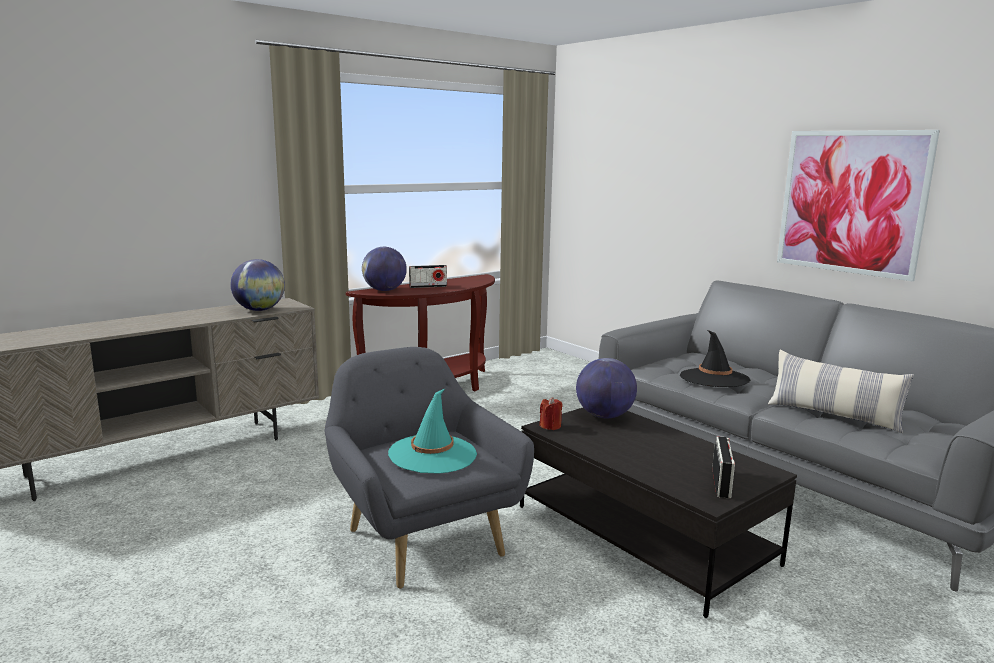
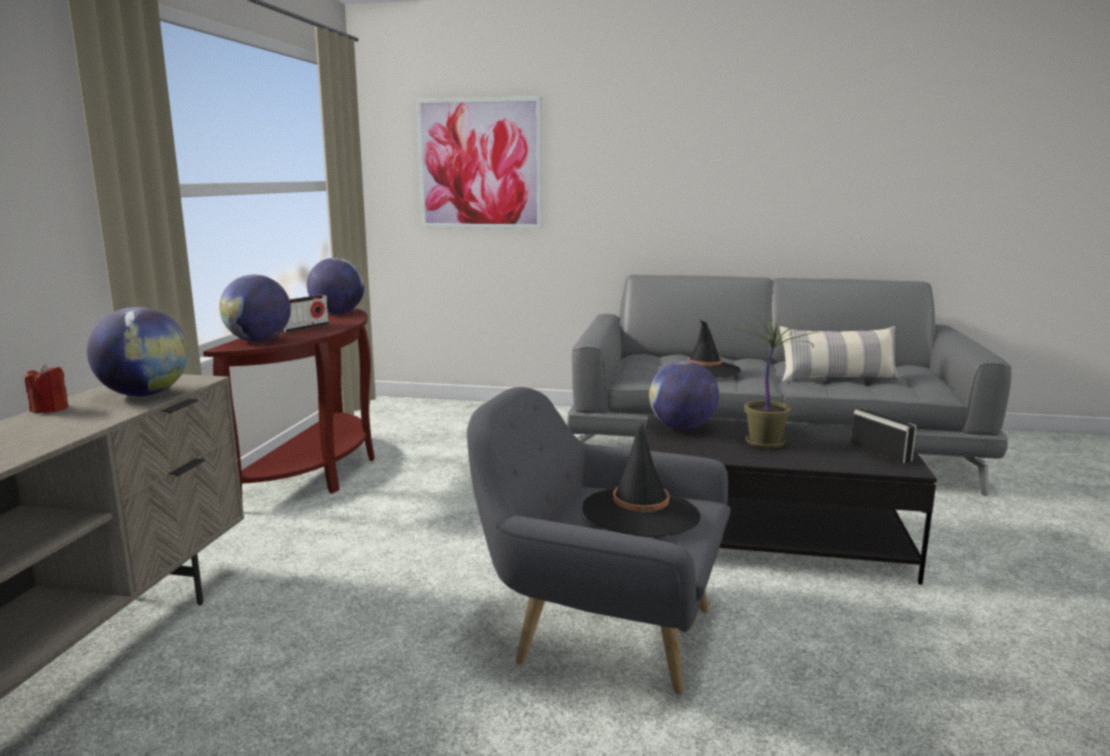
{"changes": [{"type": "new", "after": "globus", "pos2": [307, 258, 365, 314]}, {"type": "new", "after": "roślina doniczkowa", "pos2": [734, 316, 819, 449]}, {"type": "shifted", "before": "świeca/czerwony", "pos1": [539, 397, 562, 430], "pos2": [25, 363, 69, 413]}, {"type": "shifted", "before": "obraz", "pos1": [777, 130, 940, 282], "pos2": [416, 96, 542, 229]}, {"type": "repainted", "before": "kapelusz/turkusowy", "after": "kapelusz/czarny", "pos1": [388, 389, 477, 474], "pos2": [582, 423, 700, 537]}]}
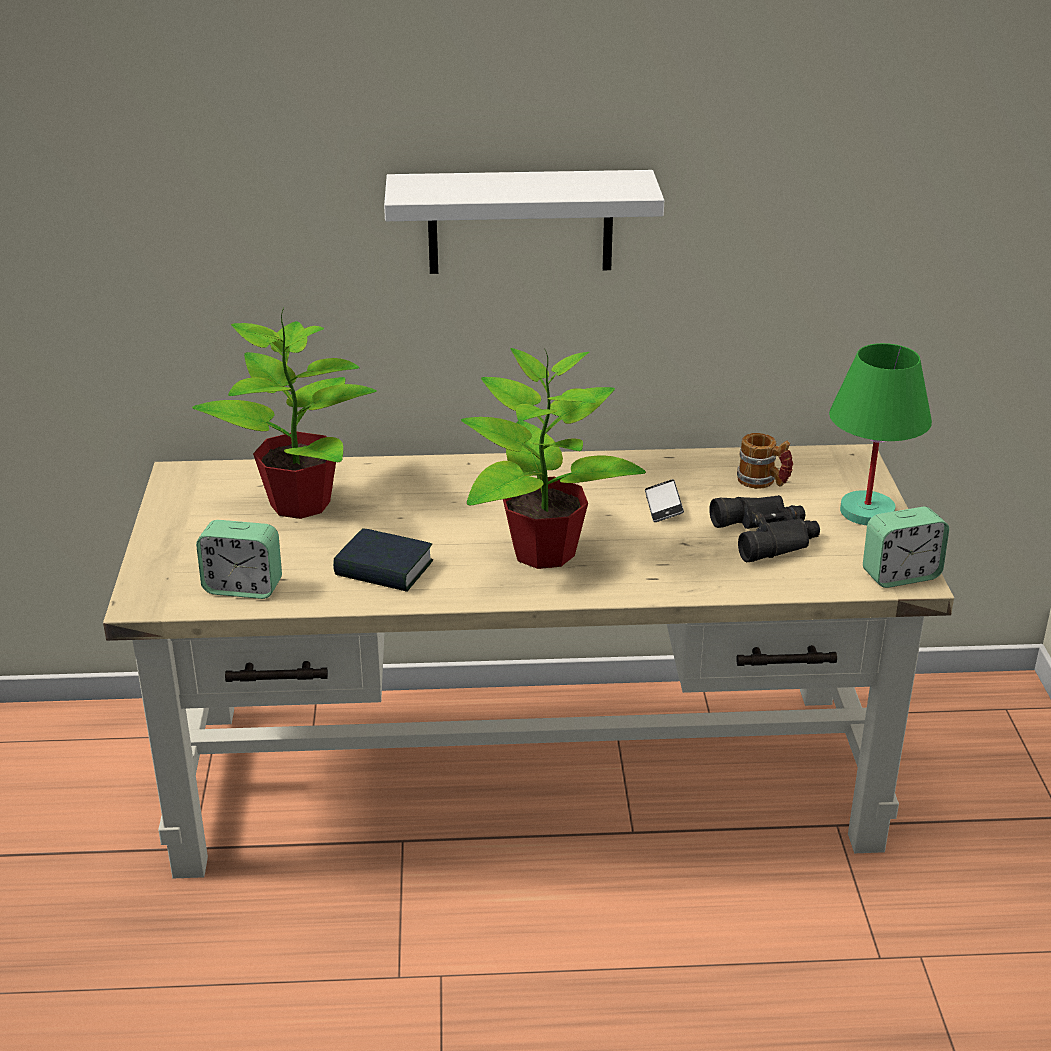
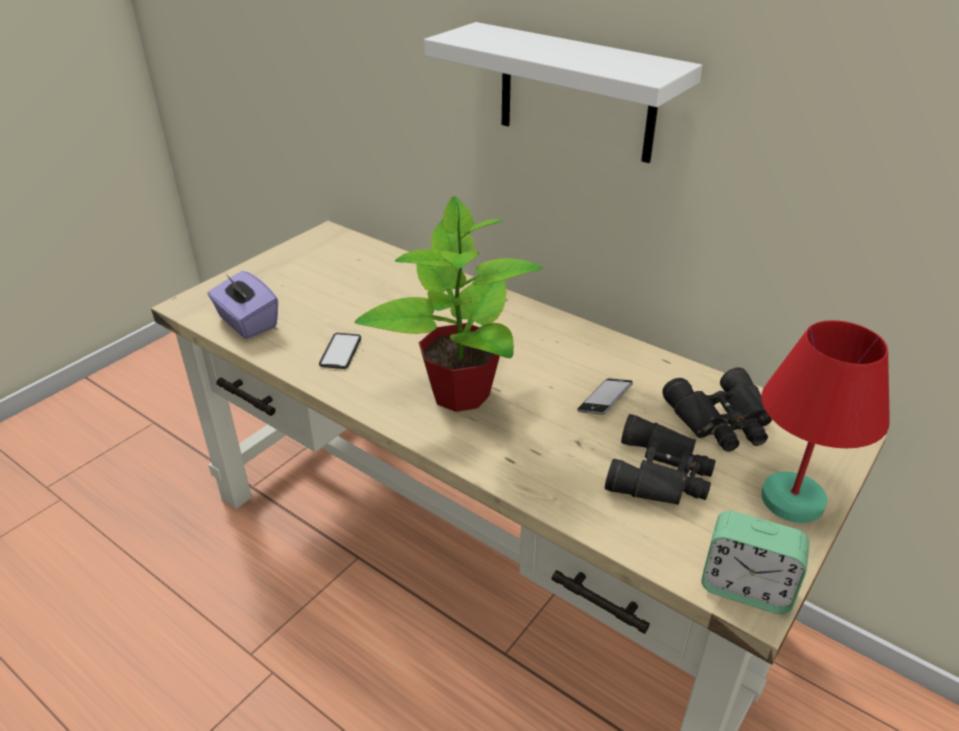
{"changes": [{"type": "gone", "before": "roślina doniczkowa", "pos1": [192, 308, 376, 519]}, {"type": "swapped", "before": "budzik", "after": "pudełko chusteczek/fioletowy", "pos1": [196, 520, 282, 599], "pos2": [207, 271, 278, 339]}, {"type": "swapped", "before": "książka", "after": "telefon", "pos1": [333, 528, 433, 592], "pos2": [319, 333, 361, 369]}, {"type": "swapped", "before": "kubek", "after": "lornetka/czarny", "pos1": [737, 433, 793, 489], "pos2": [662, 367, 772, 452]}, {"type": "repainted", "before": "lampa stołowa/zielony", "after": "lampa stołowa/czerwony", "pos1": [829, 343, 932, 525], "pos2": [761, 320, 890, 523]}]}
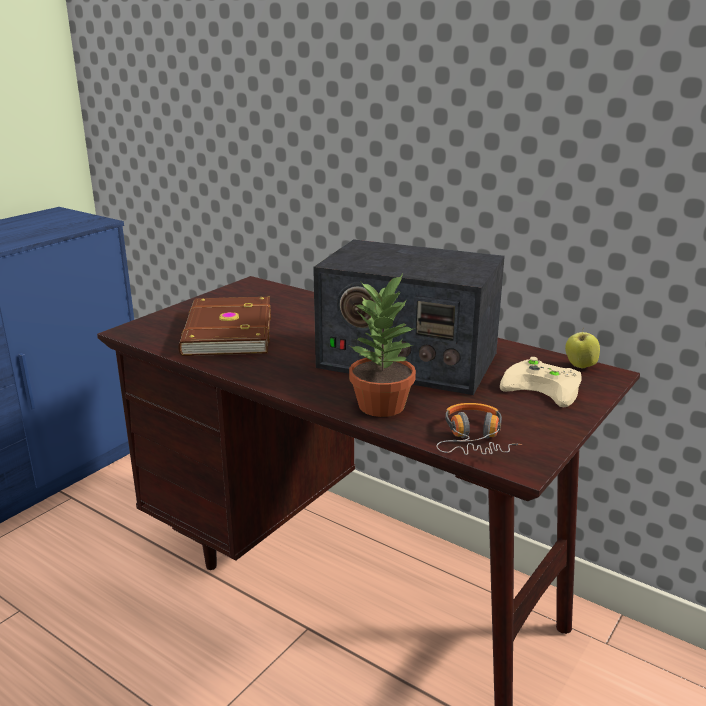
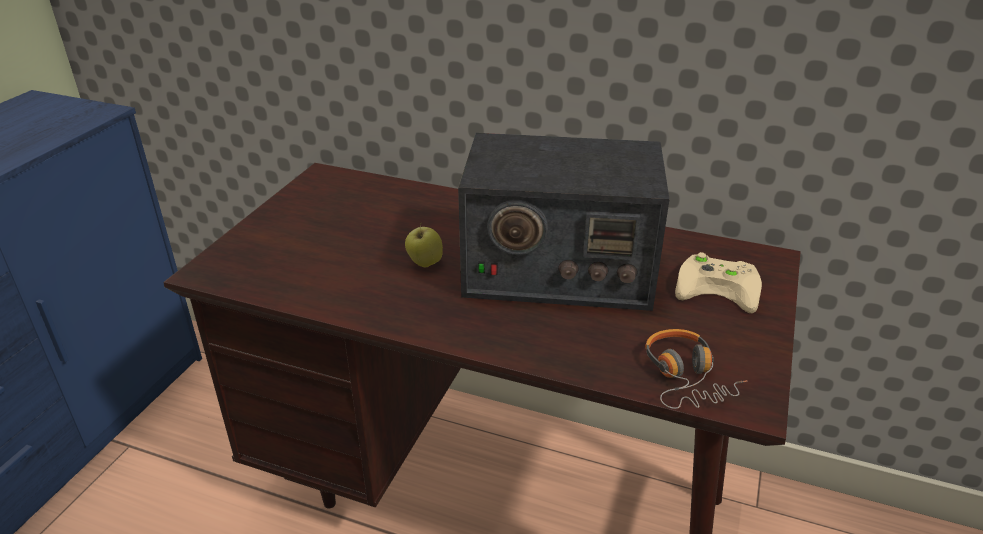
{"changes": [{"type": "gone", "before": "książka/brązowy", "pos1": [179, 297, 271, 356]}, {"type": "gone", "before": "roślina doniczkowa", "pos1": [349, 274, 416, 417]}, {"type": "shifted", "before": "jabłko", "pos1": [565, 327, 600, 368], "pos2": [405, 224, 443, 267]}]}
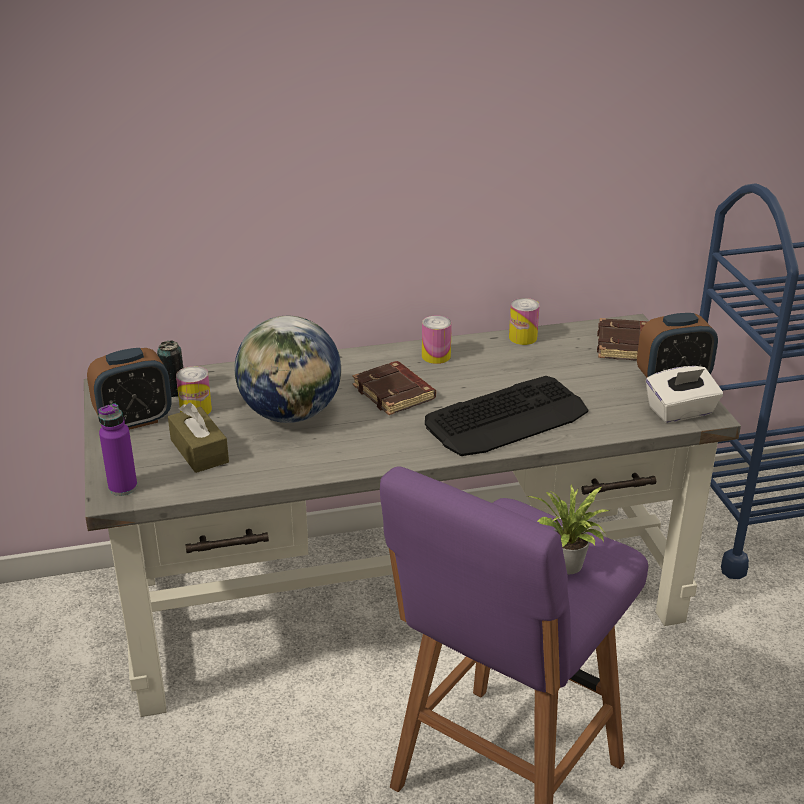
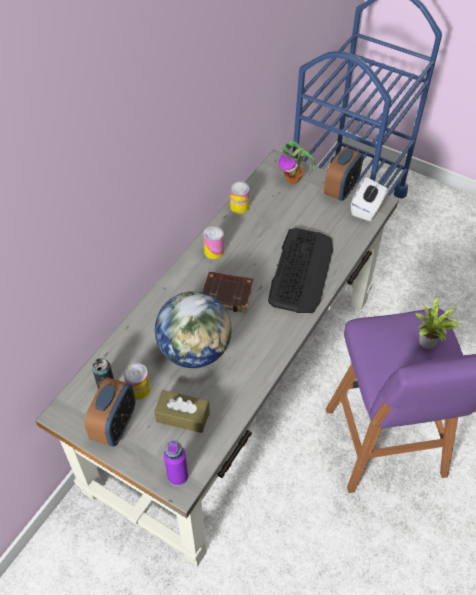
{"changes": [{"type": "swapped", "before": "książka/brązowy", "after": "roślina doniczkowa", "pos1": [597, 318, 647, 361], "pos2": [278, 141, 315, 184]}]}
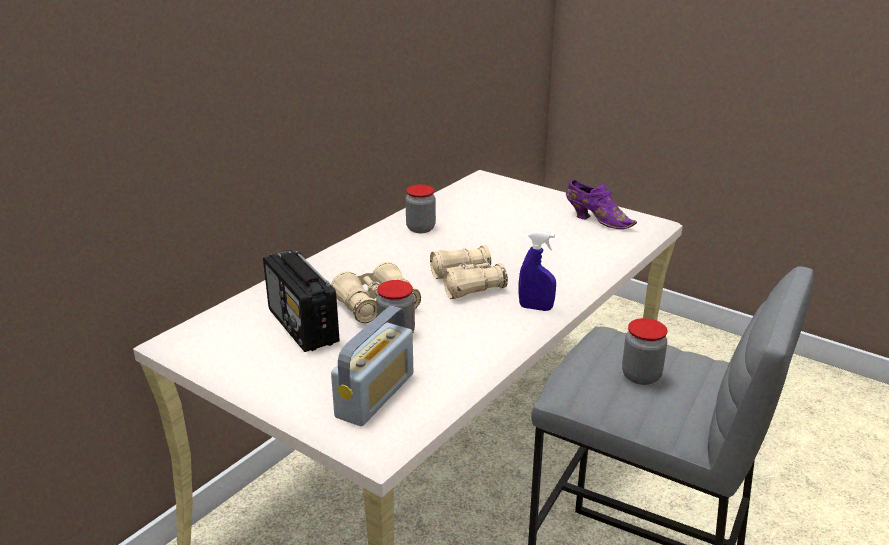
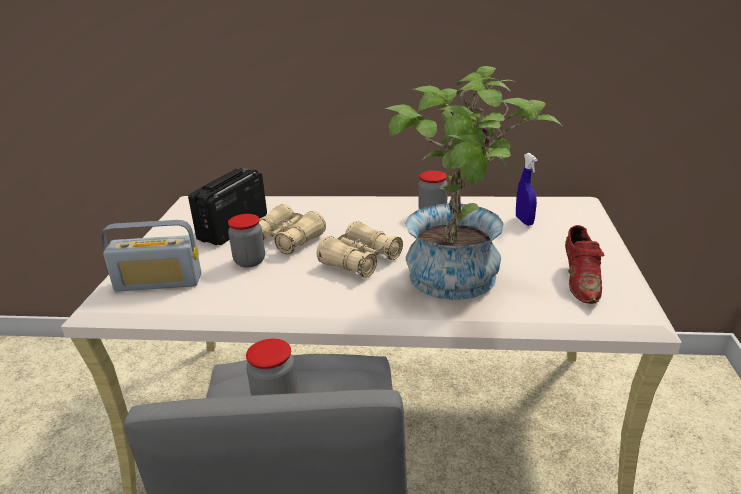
{"changes": [{"type": "new", "after": "roślina doniczkowa", "pos2": [385, 66, 562, 300]}, {"type": "shifted", "before": "spryskiwacz/niebieski", "pos1": [519, 231, 556, 311], "pos2": [516, 153, 538, 226]}, {"type": "repainted", "before": "but/fioletowy", "after": "but/czerwony", "pos1": [566, 180, 637, 229], "pos2": [565, 225, 604, 304]}]}
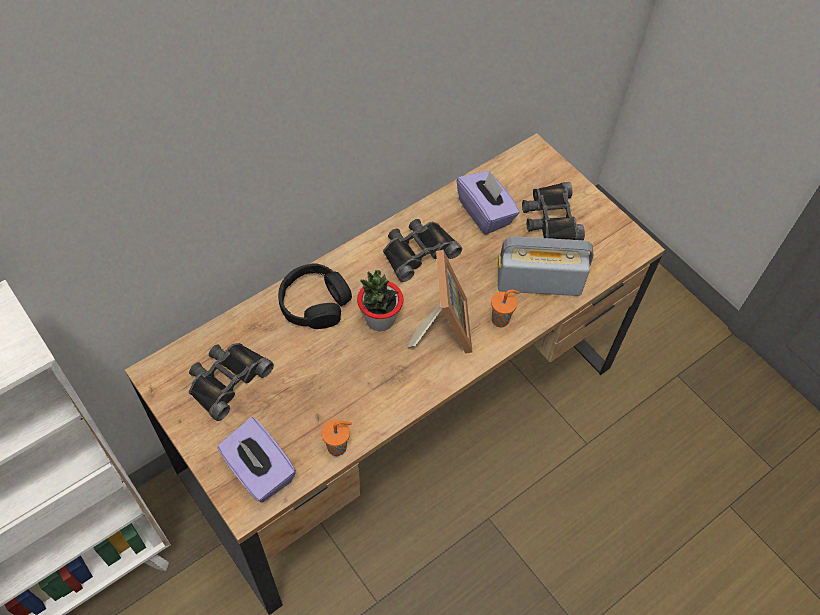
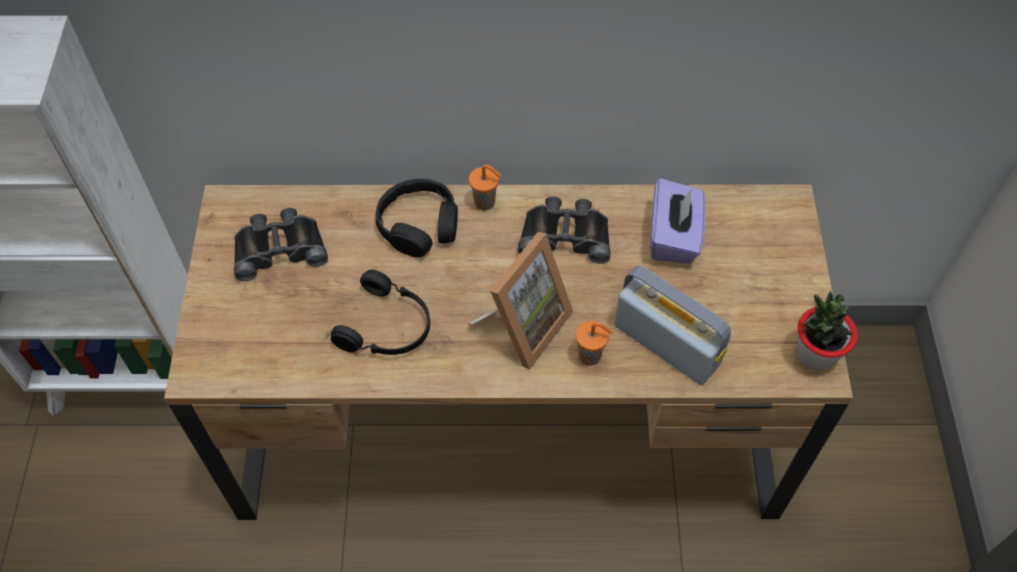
{"changes": [{"type": "gone", "before": "pudełko chusteczek/fioletowy", "pos1": [217, 417, 296, 502]}, {"type": "gone", "before": "lornetka/czarny", "pos1": [522, 182, 585, 240]}, {"type": "new", "after": "słuchawki/czarny", "pos2": [331, 270, 430, 355]}, {"type": "shifted", "before": "filiżanka/pomarańczowy", "pos1": [321, 419, 352, 456], "pos2": [469, 165, 501, 210]}, {"type": "shifted", "before": "roślina doniczkowa", "pos1": [357, 270, 403, 331], "pos2": [798, 292, 858, 371]}]}
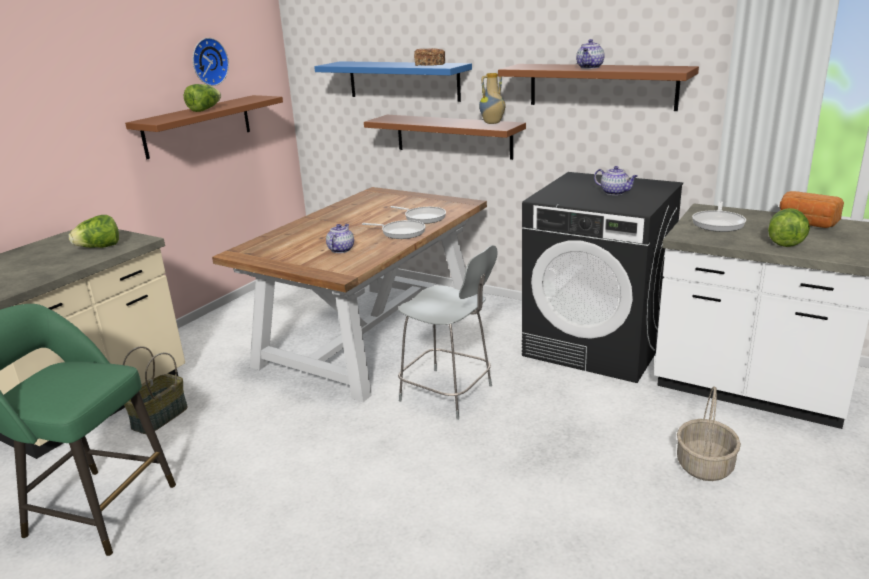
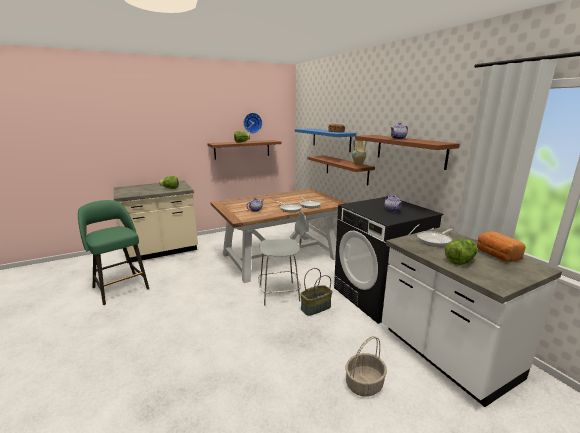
{"changes": [{"type": "shifted", "before": "koszyk", "pos1": [123, 347, 188, 434], "pos2": [300, 268, 333, 316]}, {"type": "rotated", "before": "krzesło/szary", "pos1": [398, 245, 498, 420], "pos2": [258, 212, 307, 306], "turn": -75}]}
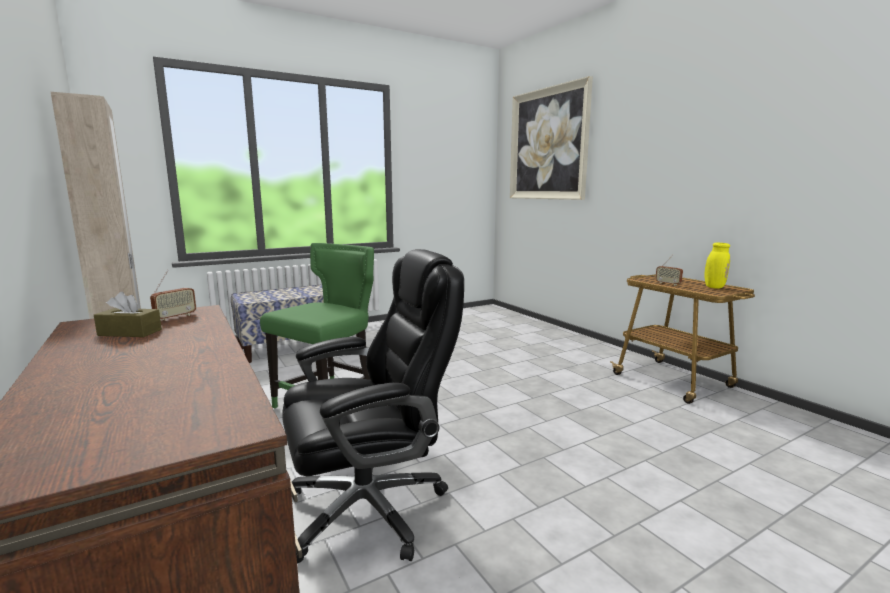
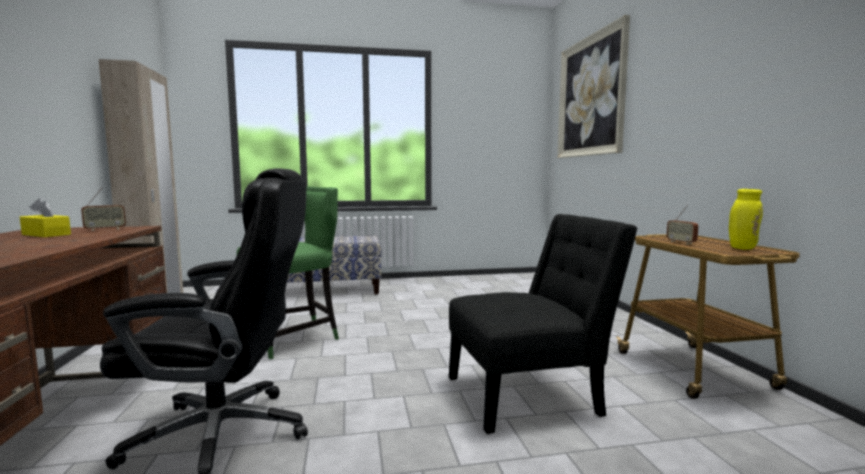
{"changes": [{"type": "new", "after": "krzesło/czarny", "pos2": [449, 214, 638, 434]}, {"type": "repainted", "before": "pudełko chusteczek/brązowy", "after": "pudełko chusteczek/żółty", "pos1": [94, 292, 162, 337], "pos2": [20, 198, 71, 237]}]}
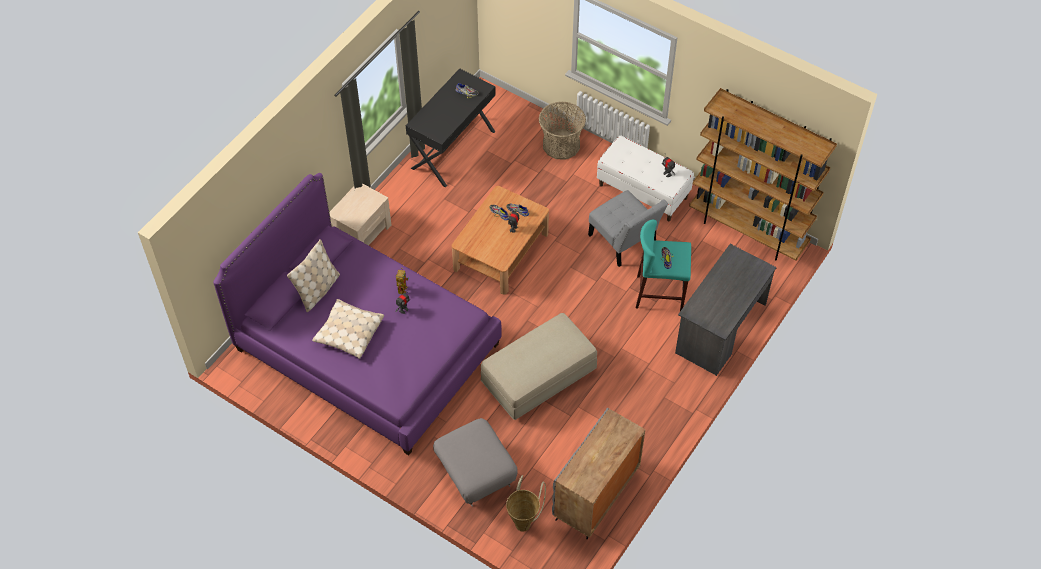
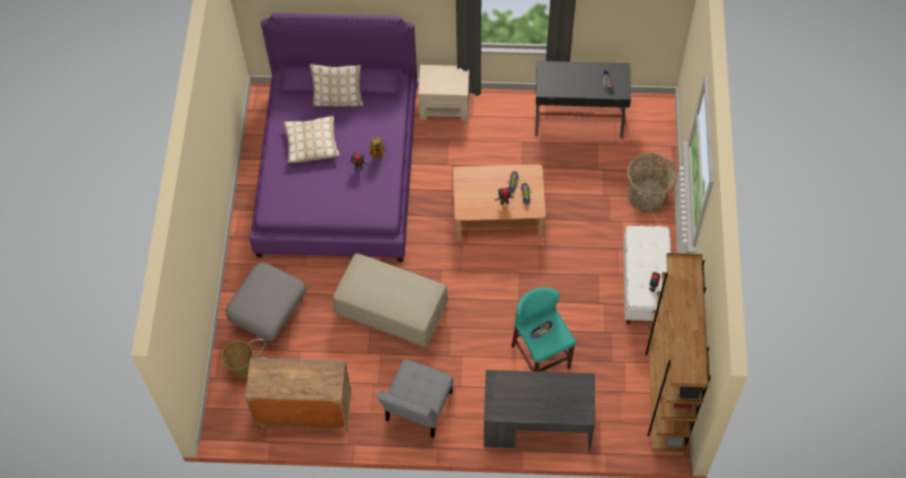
{"changes": [{"type": "shifted", "before": "krzesło/szary", "pos1": [588, 190, 668, 267], "pos2": [377, 359, 453, 438]}]}
